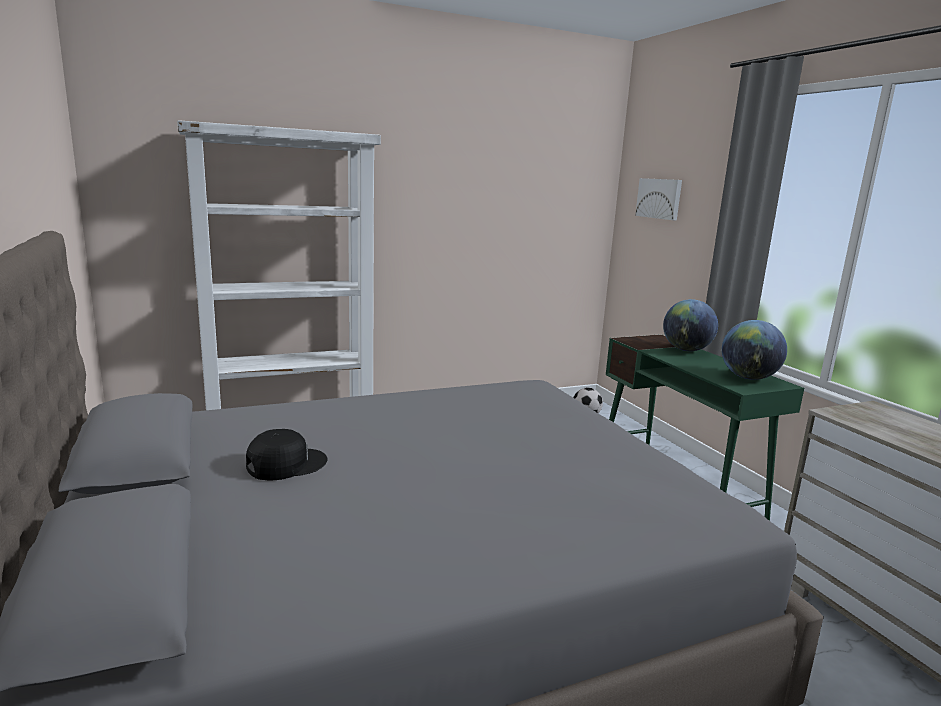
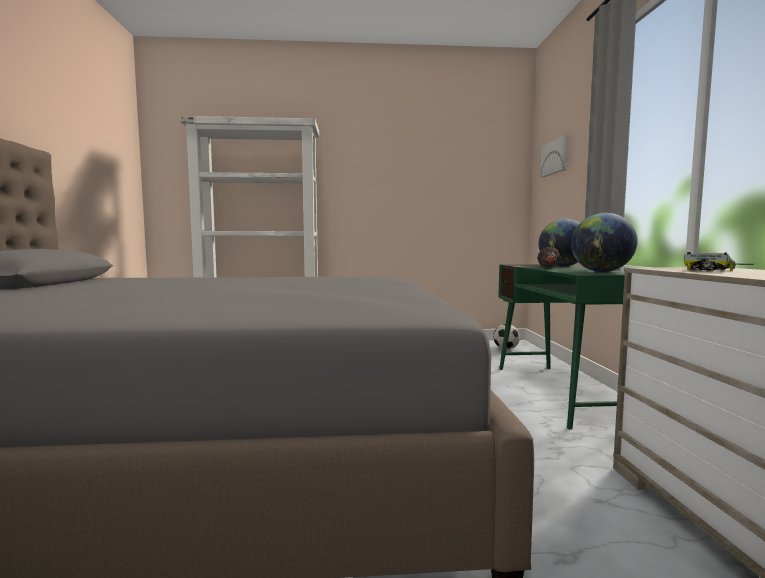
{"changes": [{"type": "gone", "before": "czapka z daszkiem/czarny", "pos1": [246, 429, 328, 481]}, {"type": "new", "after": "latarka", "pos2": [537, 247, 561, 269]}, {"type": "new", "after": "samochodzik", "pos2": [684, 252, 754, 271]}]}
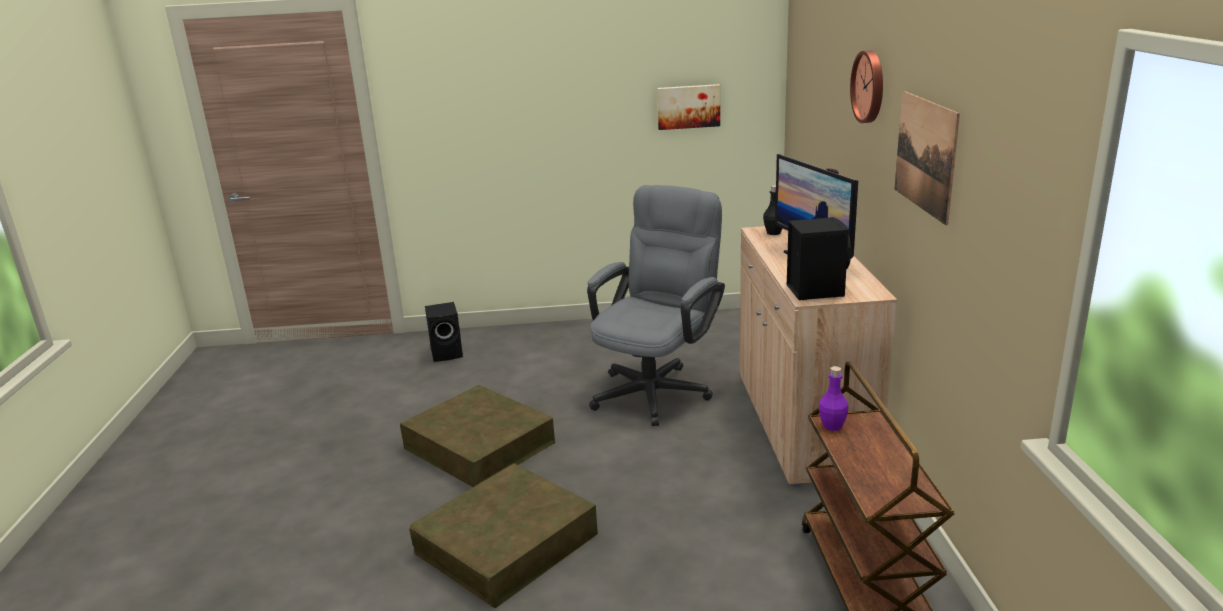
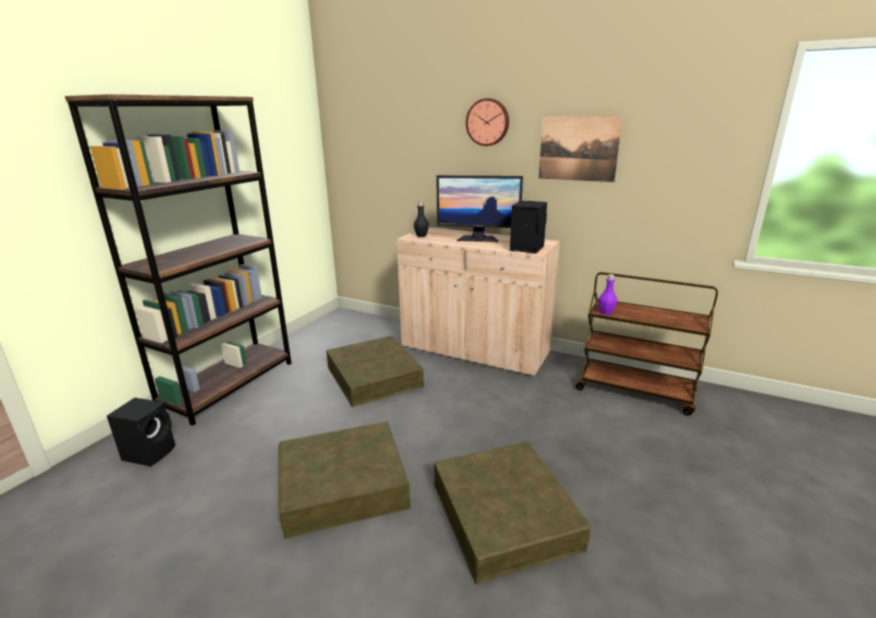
{"changes": [{"type": "gone", "before": "obraz", "pos1": [657, 84, 720, 130]}, {"type": "new", "after": "regał/brązowy", "pos2": [65, 94, 292, 426]}, {"type": "swapped", "before": "krzesło biurowe/szary", "after": "pojemnik do przechowywania/brązowy", "pos1": [587, 185, 725, 426], "pos2": [326, 336, 424, 407]}]}
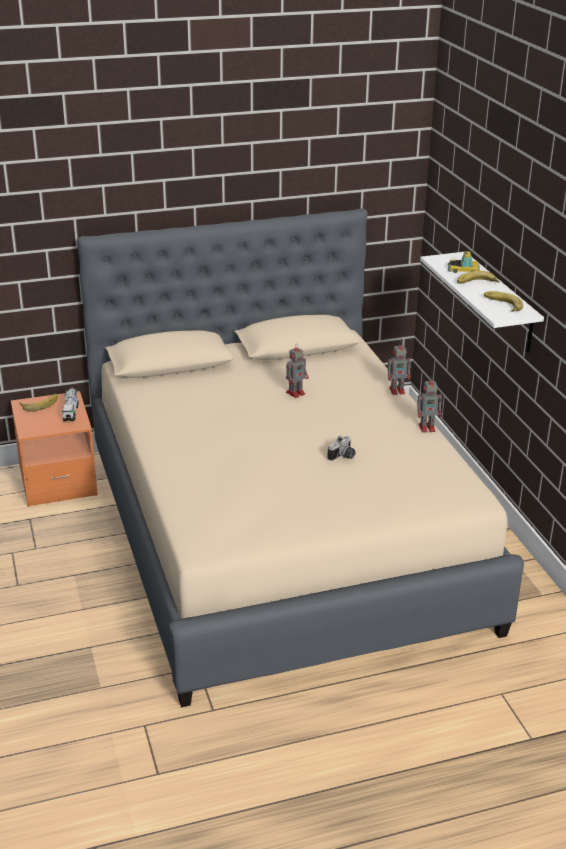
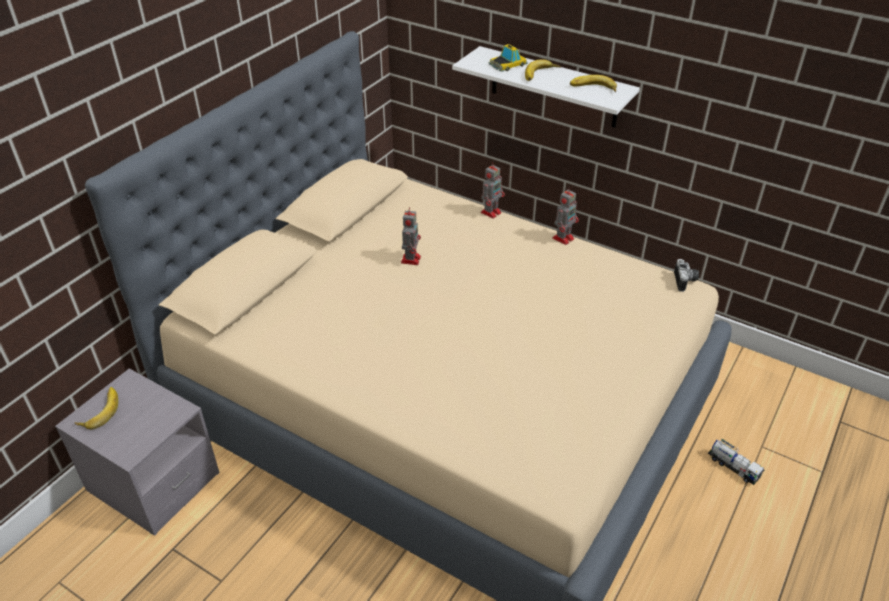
{"changes": [{"type": "shifted", "before": "ciężarówka zabawkowa", "pos1": [62, 387, 79, 421], "pos2": [708, 439, 764, 485]}, {"type": "shifted", "before": "aparat fotograficzny", "pos1": [328, 436, 356, 461], "pos2": [674, 259, 699, 292]}, {"type": "repainted", "before": "szafka nocna/pomarańczowy", "after": "szafka nocna/szary", "pos1": [11, 391, 98, 507], "pos2": [55, 368, 220, 536]}]}
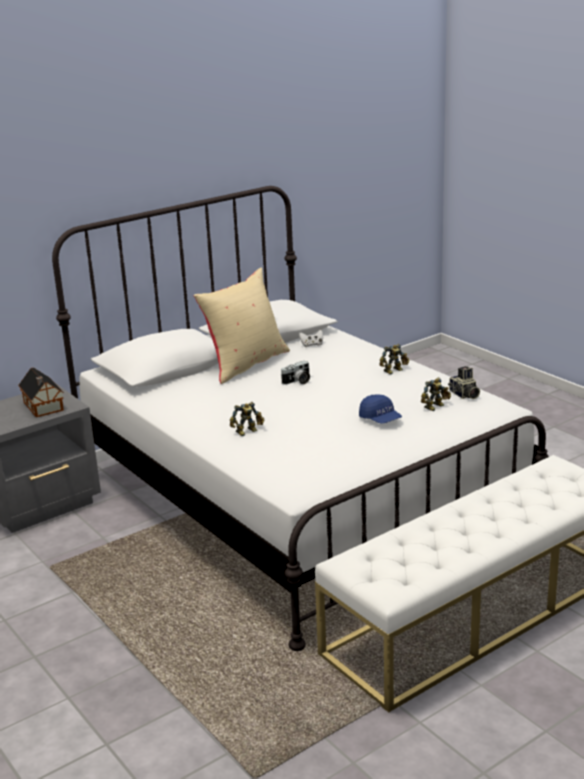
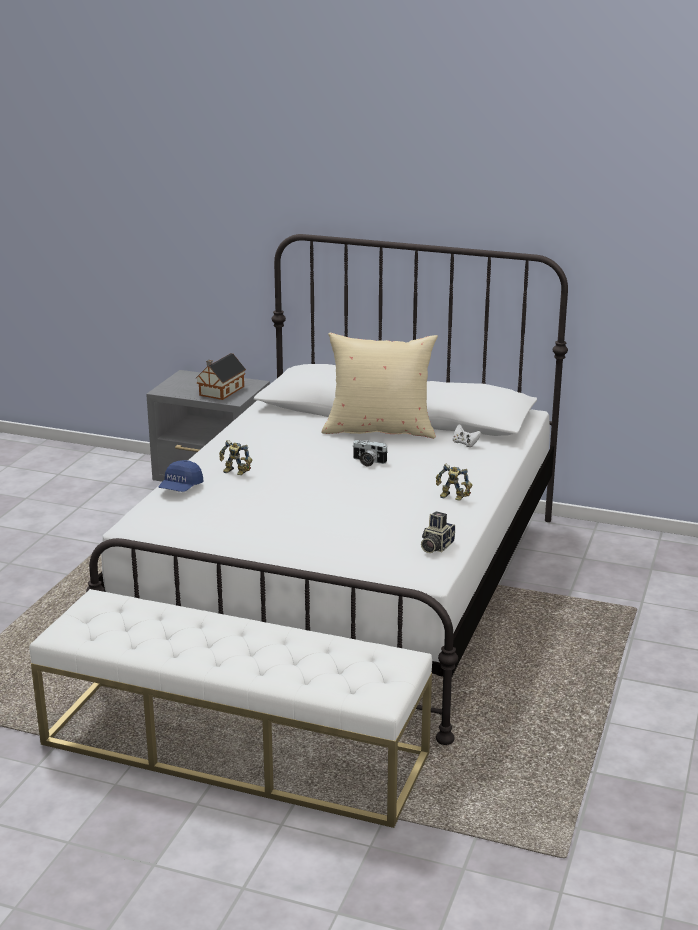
{"changes": [{"type": "gone", "before": "robot zabawkowy", "pos1": [421, 377, 451, 411]}, {"type": "shifted", "before": "czapka z daszkiem/niebieski", "pos1": [359, 394, 402, 424], "pos2": [159, 460, 203, 492]}]}
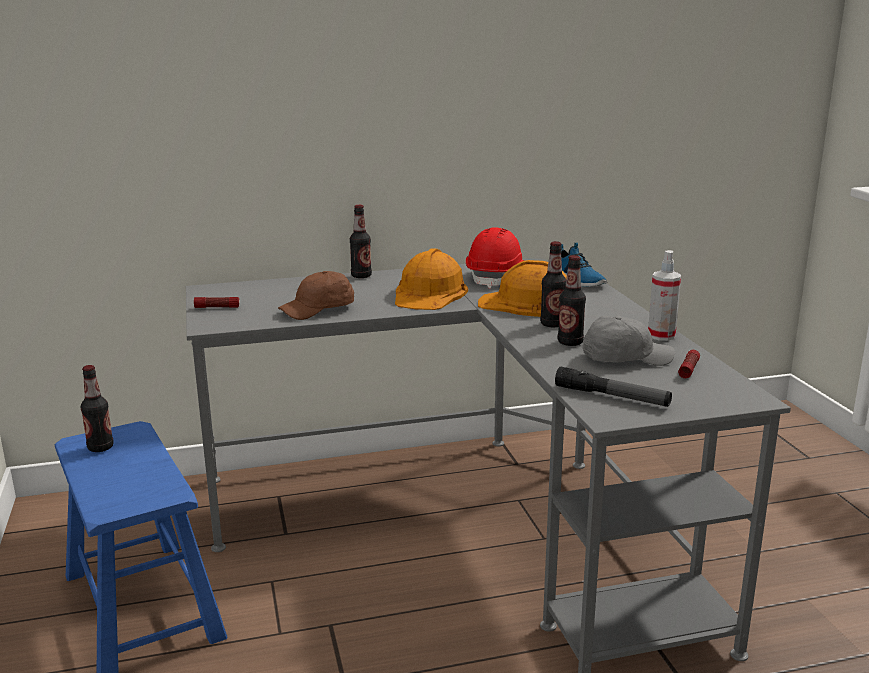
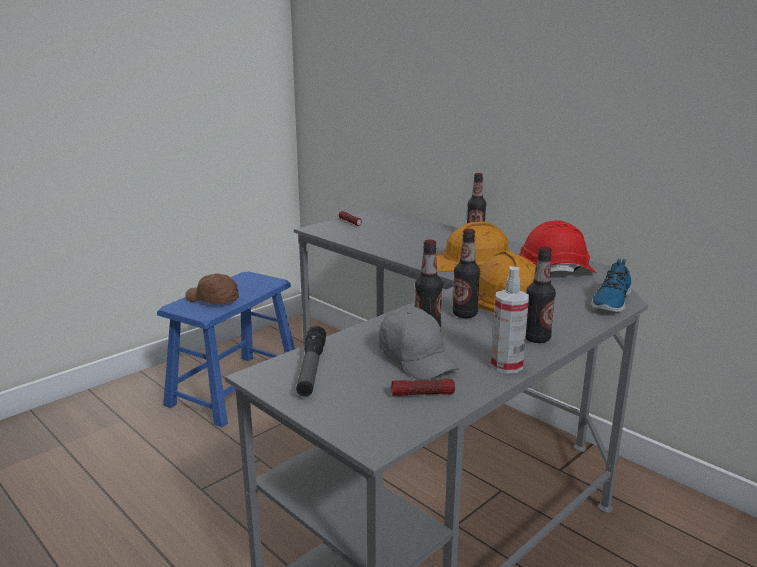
{"changes": [{"type": "shifted", "before": "butelka", "pos1": [81, 365, 114, 452], "pos2": [525, 246, 556, 343]}, {"type": "shifted", "before": "czapka z daszkiem/brązowy", "pos1": [278, 271, 354, 320], "pos2": [185, 273, 239, 304]}]}
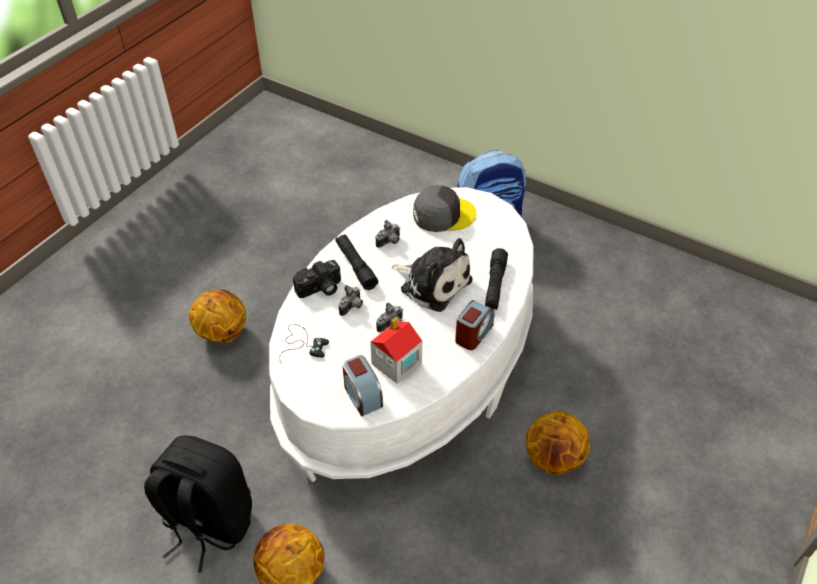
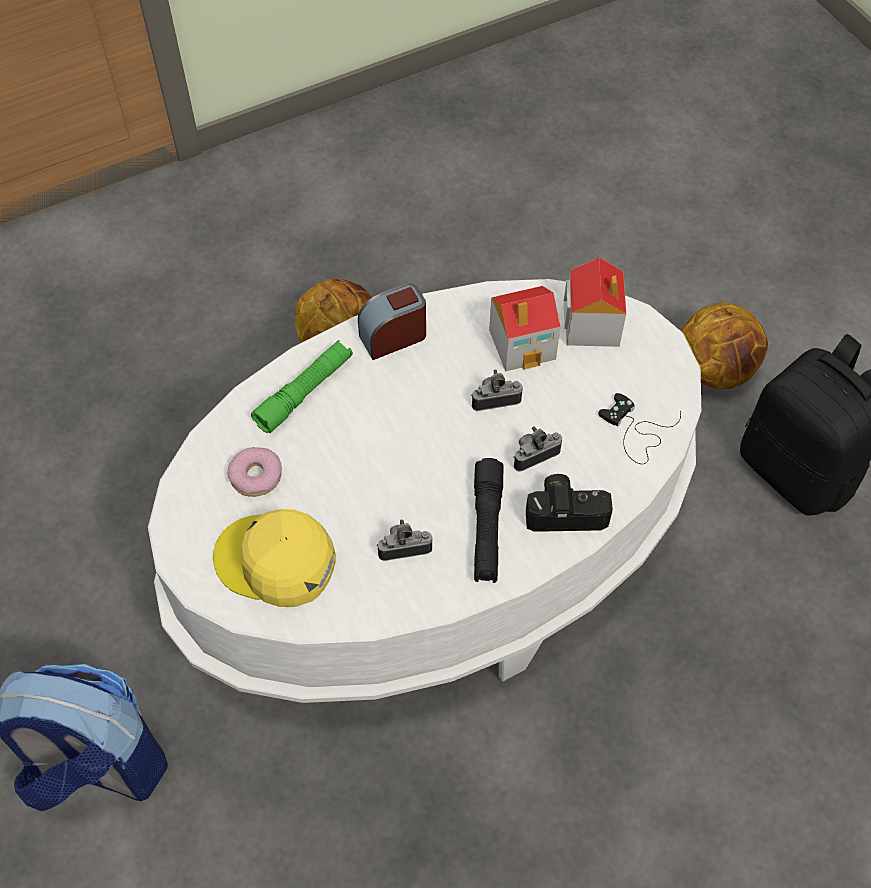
{"changes": [{"type": "gone", "before": "piłka do koszykówki", "pos1": [189, 289, 246, 342]}, {"type": "gone", "before": "pluszak", "pos1": [391, 238, 473, 312]}, {"type": "new", "after": "donut", "pos2": [228, 447, 282, 497]}, {"type": "swapped", "before": "budzik", "after": "domek", "pos1": [342, 355, 383, 416], "pos2": [564, 257, 626, 347]}, {"type": "repainted", "before": "czapka z daszkiem/szary", "after": "czapka z daszkiem/żółty", "pos1": [413, 185, 476, 232], "pos2": [213, 509, 336, 607]}, {"type": "repainted", "before": "latarka/czarny", "after": "latarka/zielony", "pos1": [485, 248, 508, 310], "pos2": [251, 340, 353, 433]}]}
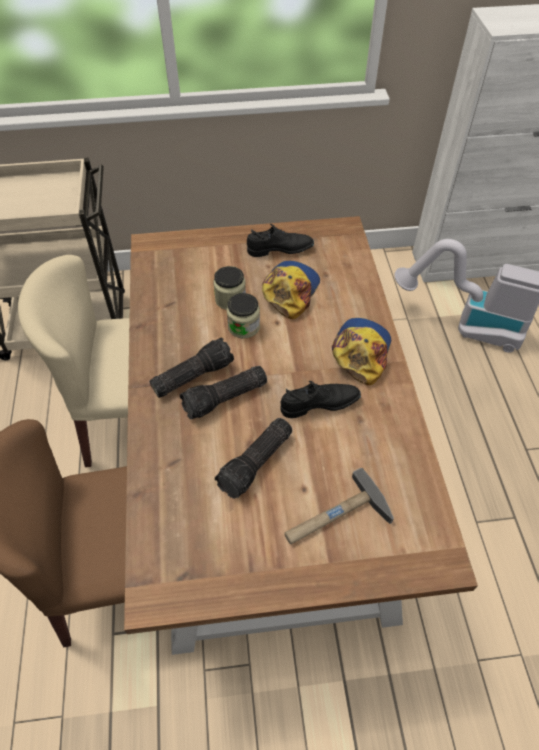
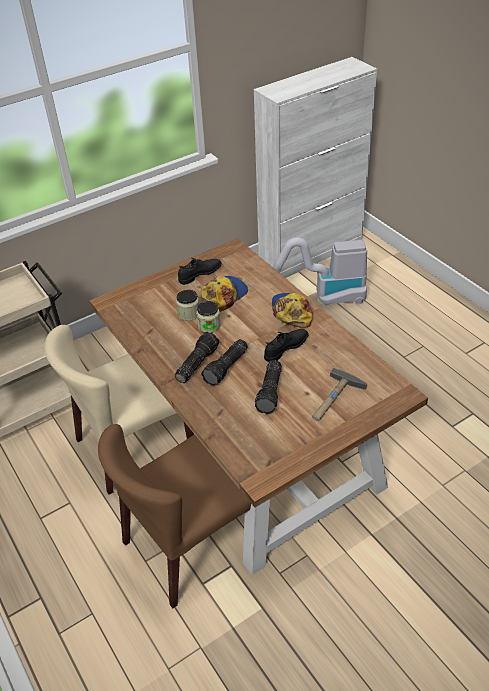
{"changes": [{"type": "rotated", "before": "czapka z daszkiem", "pos1": [262, 261, 320, 319], "pos2": [201, 276, 248, 312], "turn": 45}]}
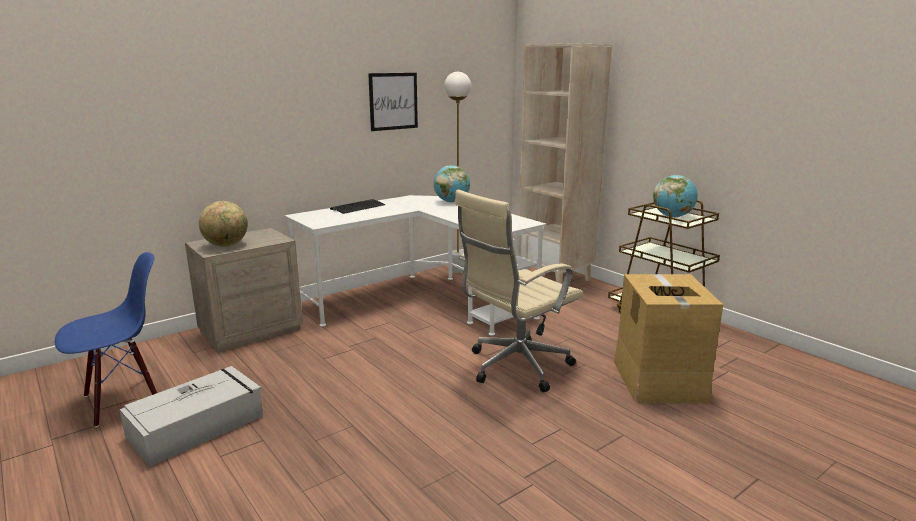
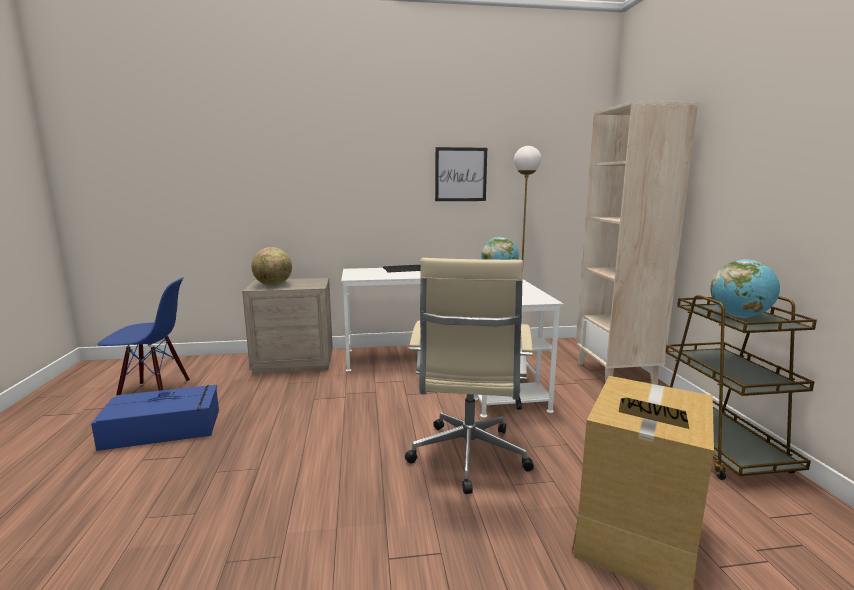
{"changes": [{"type": "repainted", "before": "pojemnik do przechowywania/szary", "after": "pojemnik do przechowywania/niebieski", "pos1": [119, 366, 263, 467], "pos2": [91, 385, 219, 451]}, {"type": "rotated", "before": "krzesło biurowe/beżowy", "pos1": [455, 190, 583, 392], "pos2": [405, 258, 534, 494], "turn": -75}]}
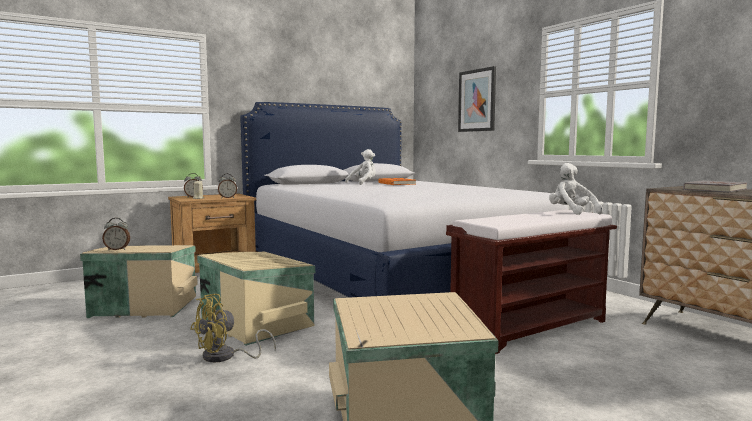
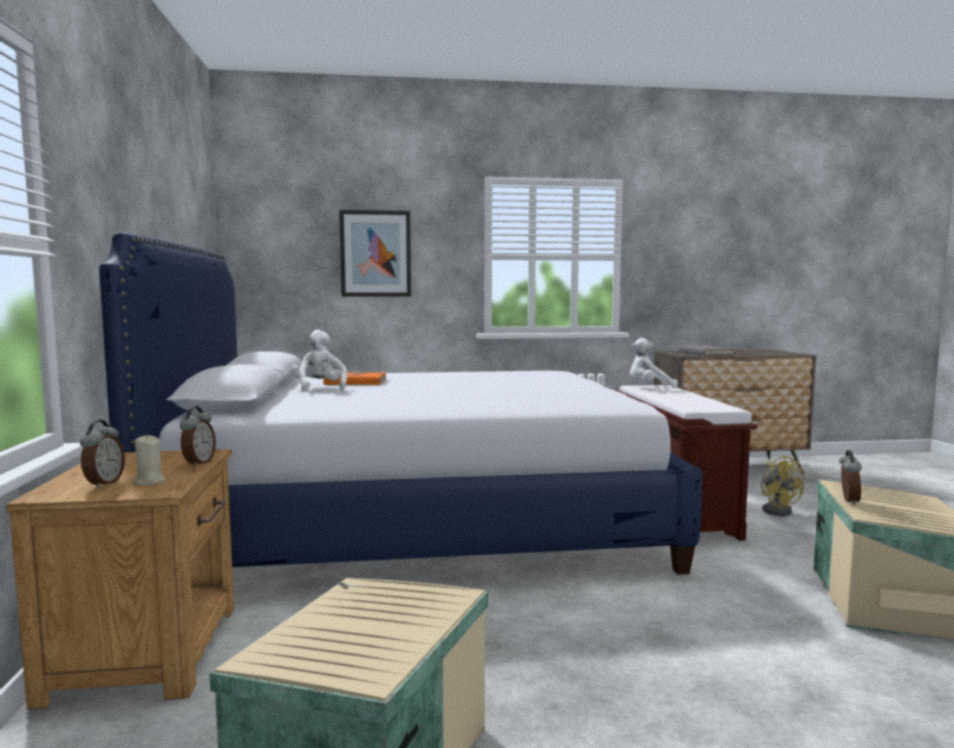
{"changes": [{"type": "gone", "before": "pojemnik do przechowywania/beżowy", "pos1": [197, 252, 315, 346]}, {"type": "shifted", "before": "budzik", "pos1": [102, 218, 130, 250], "pos2": [839, 450, 862, 505]}, {"type": "shifted", "before": "wentylator/żółty", "pos1": [190, 294, 276, 362], "pos2": [760, 455, 805, 516]}]}
